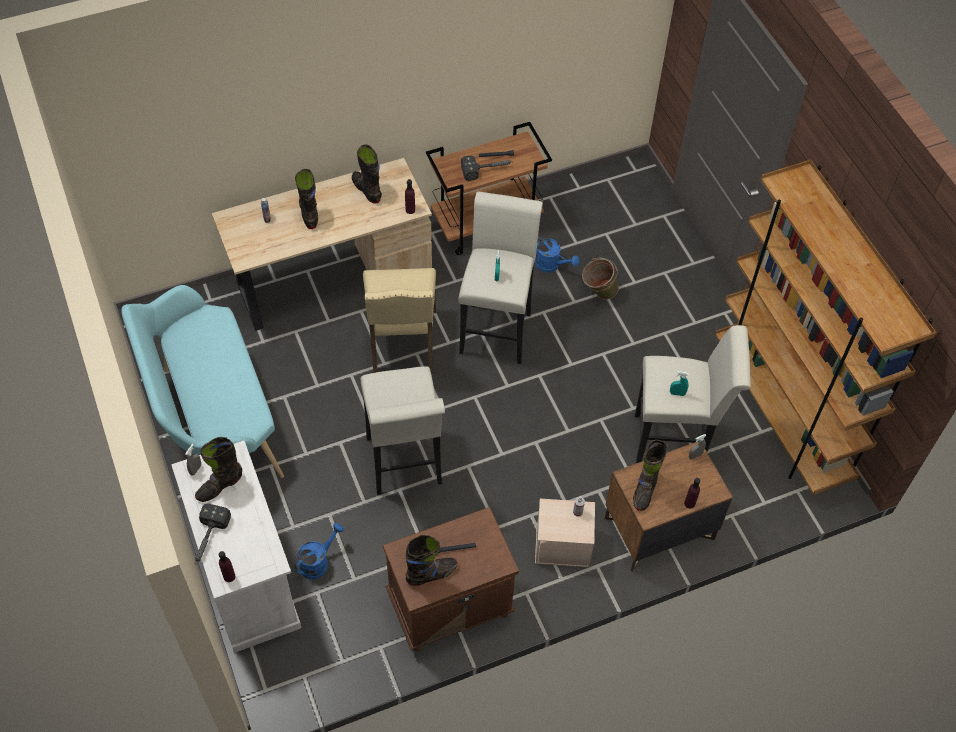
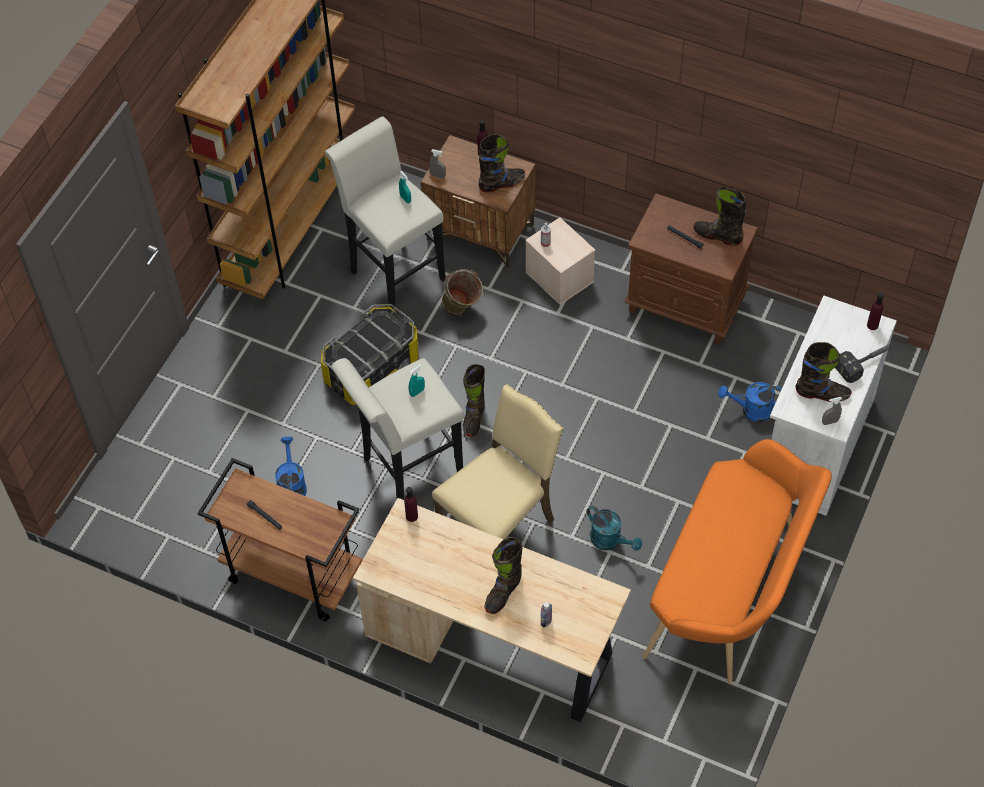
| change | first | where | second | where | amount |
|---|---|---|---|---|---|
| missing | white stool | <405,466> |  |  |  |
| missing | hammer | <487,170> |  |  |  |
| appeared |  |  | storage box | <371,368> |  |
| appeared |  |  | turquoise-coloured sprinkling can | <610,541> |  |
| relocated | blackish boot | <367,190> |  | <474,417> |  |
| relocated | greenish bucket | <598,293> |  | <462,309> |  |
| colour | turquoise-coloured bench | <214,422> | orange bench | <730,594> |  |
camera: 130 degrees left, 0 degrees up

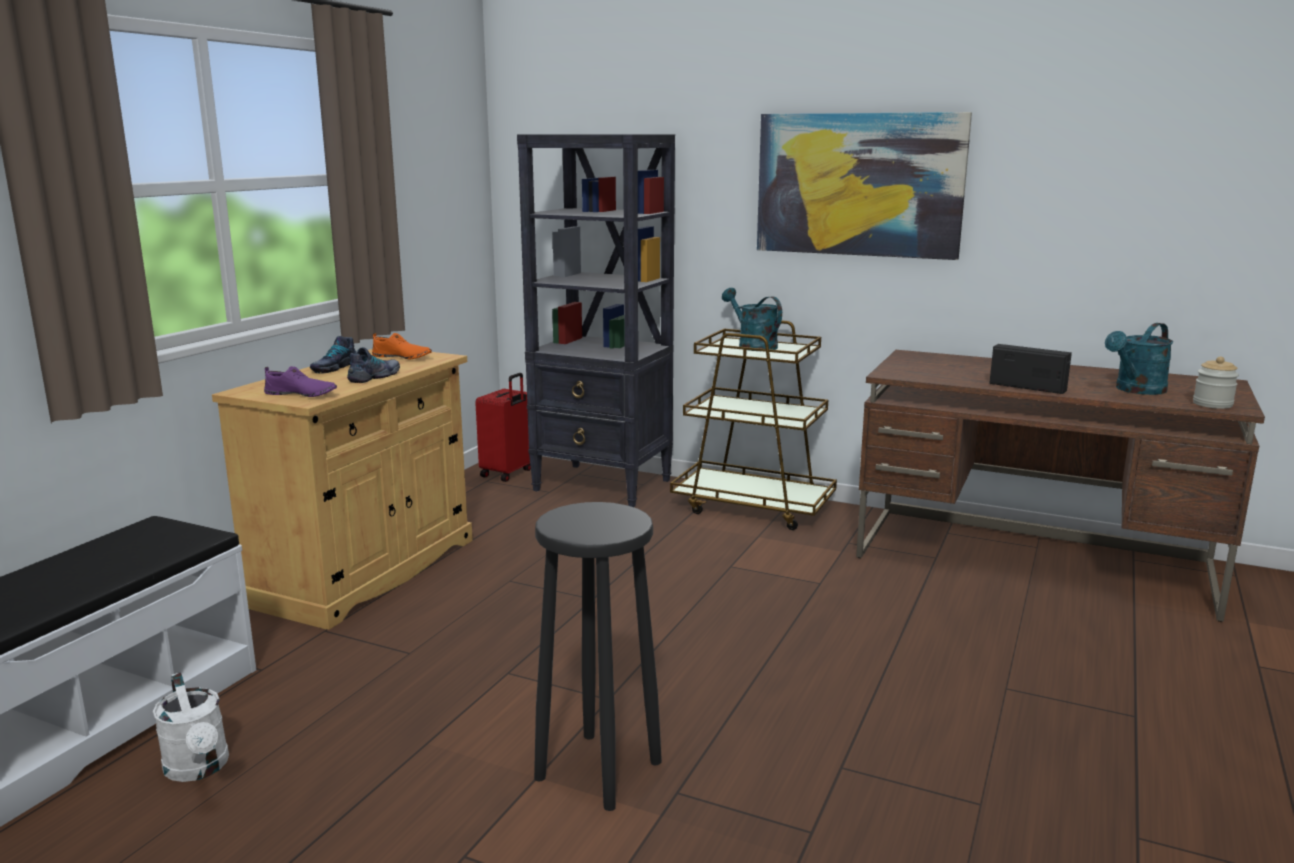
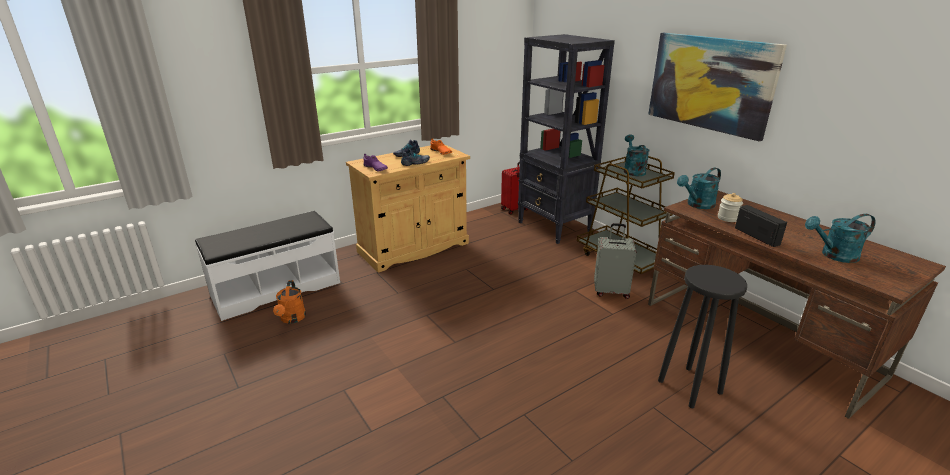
| change | first | where | second | where | amount |
|---|---|---|---|---|---|
| appeared |  |  | grey travel case | <611,291> |  |
| appeared |  |  | turquoise-coloured sprinkling can | <697,205> |  |
| relocated | blackish stool | <597,769> |  | <689,386> |  |
| relocated | preserve jar | <1212,404> |  | <727,218> |  |
| colour | white sprinkling can | <199,769> | orange sprinkling can | <292,319> |  |
camera: 30 degrees right, 10 degrees up

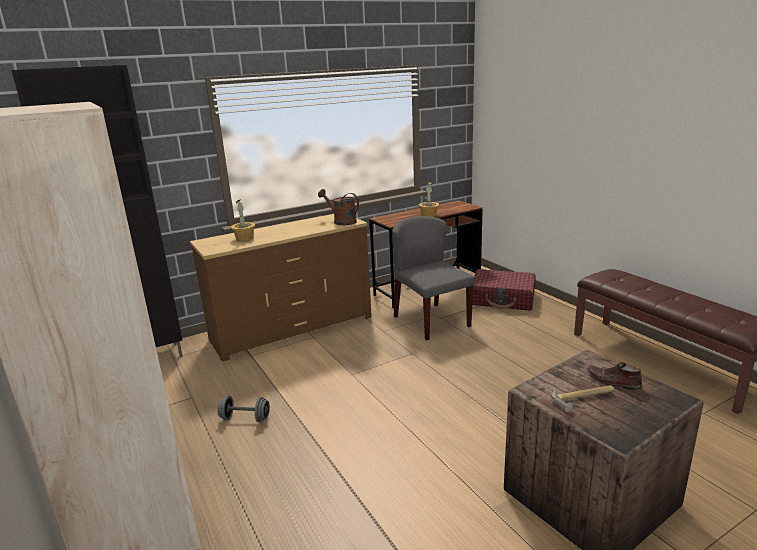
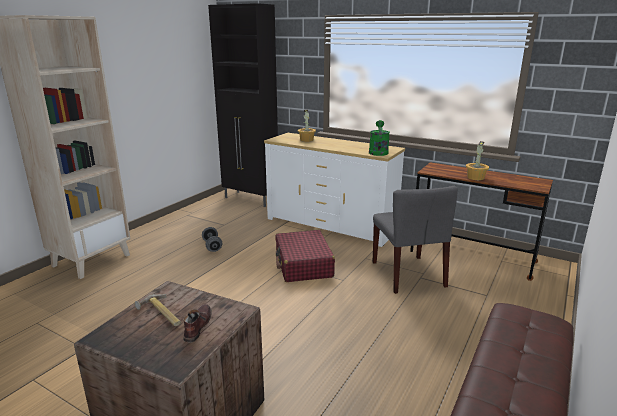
| change | first | where | second | where | amount |
|---|---|---|---|---|---|
| relocated | reddish travel case | <503,299> |  | <303,265> |  |
| colour | brown drawer chest | <292,328> | white drawer chest | <331,225> |  |
| colour | brown sprinkling can | <341,221> | greenish sprinkling can | <378,151> |  |
| spun | grey plain chair | <431,321> |  | <408,274> | 135 degrees clockwise |
camera: 60 degrees right, 0 degrees up

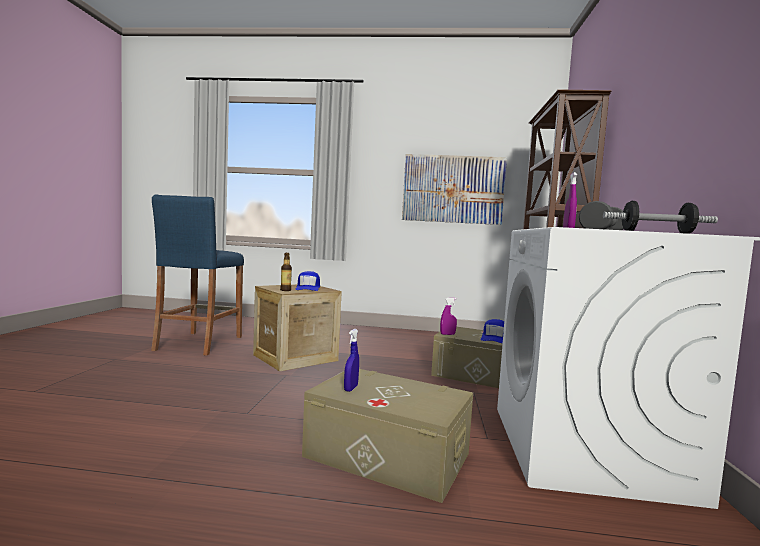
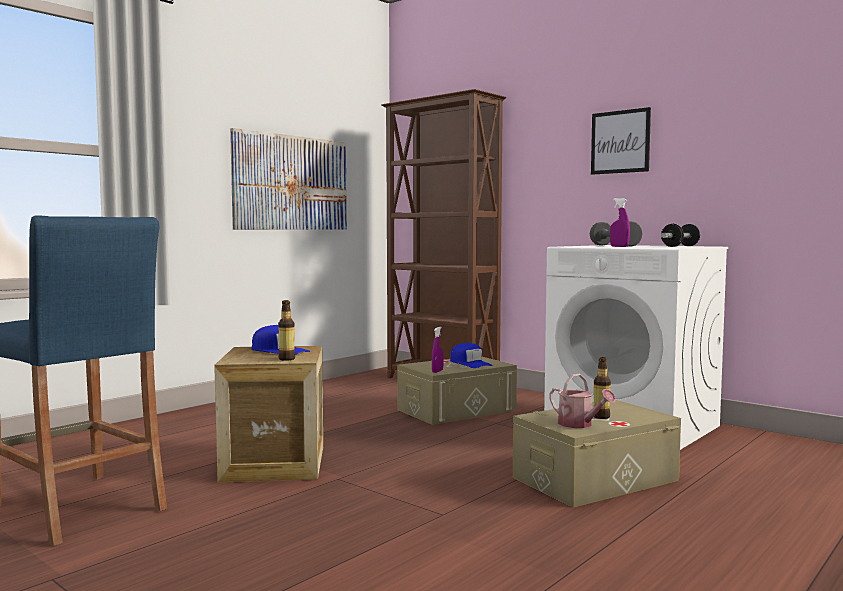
| change | first | where | second | where | amount |
|---|---|---|---|---|---|
| appeared |  |  | picture | <620,142> |  |
| appeared |  |  | drink bottle | <601,417> |  |
| exchanged | blue hand sprayer | <351,388> | sprinkling can | <579,424> |  |
camera: 55 degrees left, 0 degrees up

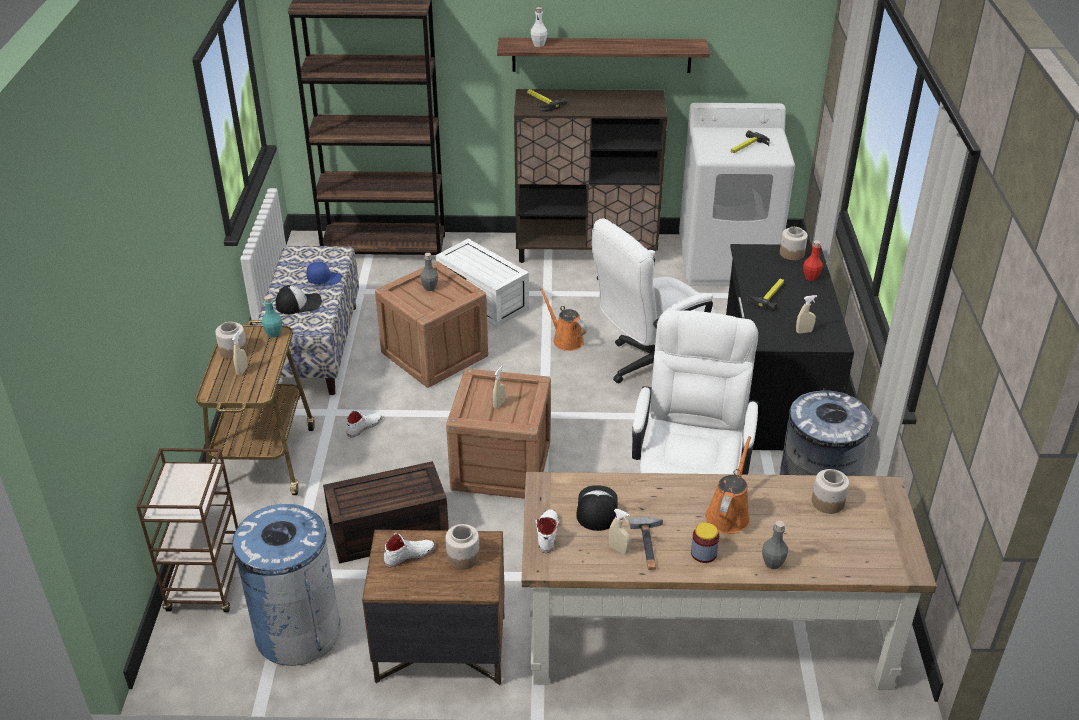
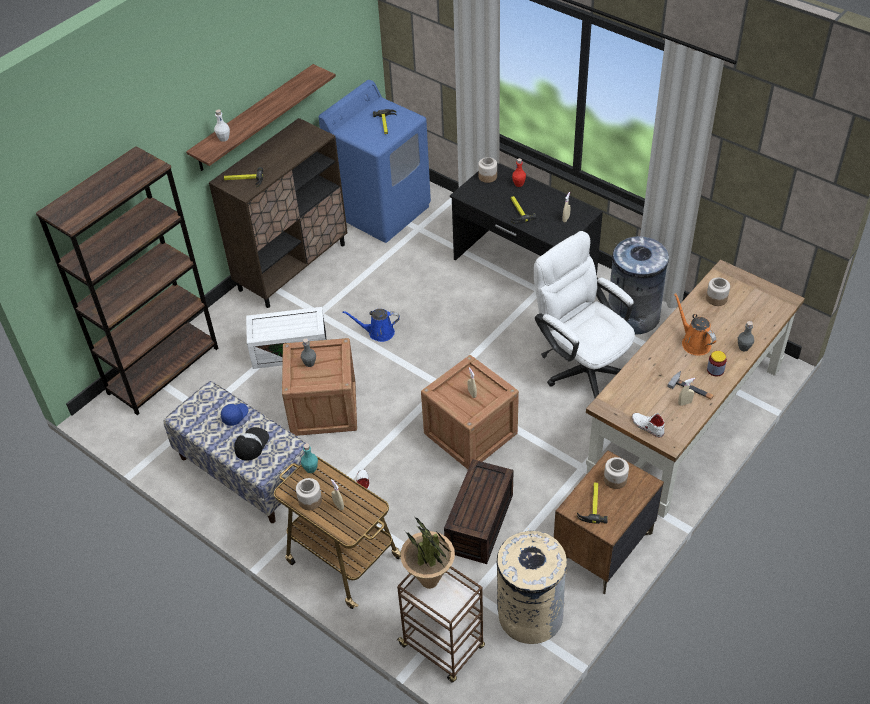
| change | first | where | second | where | amount |
|---|---|---|---|---|---|
| missing | baseball cap | <596,508> |  |  |  |
| missing | white desk chair | <650,367> |  |  |  |
| appeared |  |  | houseplant | <430,581> |  |
| exchanged | white shoe | <409,555> | hammer | <592,504> |  |
| colour | blue trash can | <298,631> | sand-coloured trash can | <529,615> |  |
| colour | orange sprinkling can | <565,339> | blue sprinkling can | <378,333> |  |
| colour | white laundry appliance | <727,262> | blue laundry appliance | <381,210> |  |
camera: 50 degrees left, 10 degrees up

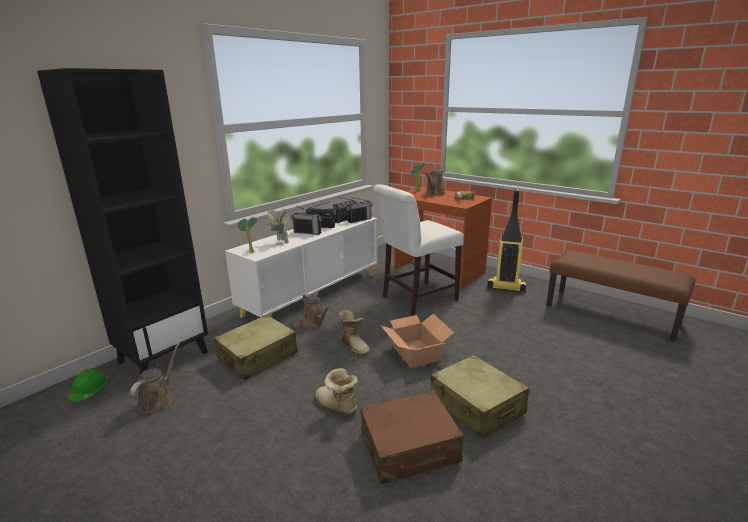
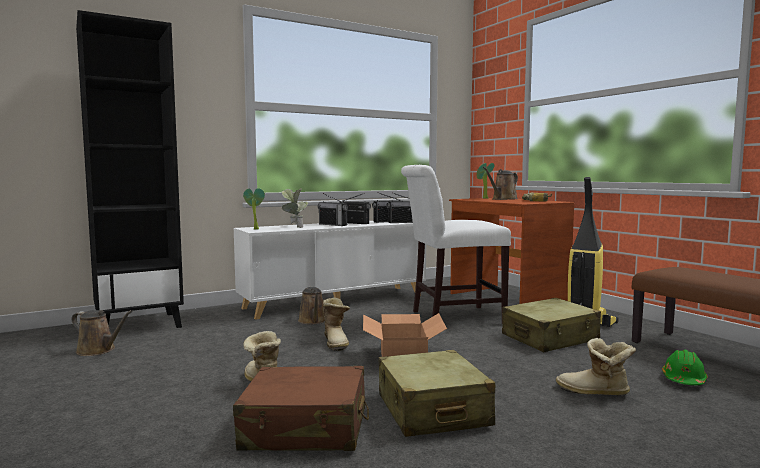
| change | first | where | second | where | amount |
|---|---|---|---|---|---|
| appeared |  |  | boot | <594,393> |  |
| relocated | greenish work helmet | <90,391> |  | <683,380> |  |
| relocated | sand-coloured travel case | <258,356> |  | <550,338> |  |
| spun | brown sprinkling can | <158,400> |  | <98,350> | 75 degrees clockwise |
camera: 20 degrees right, 15 degrees down

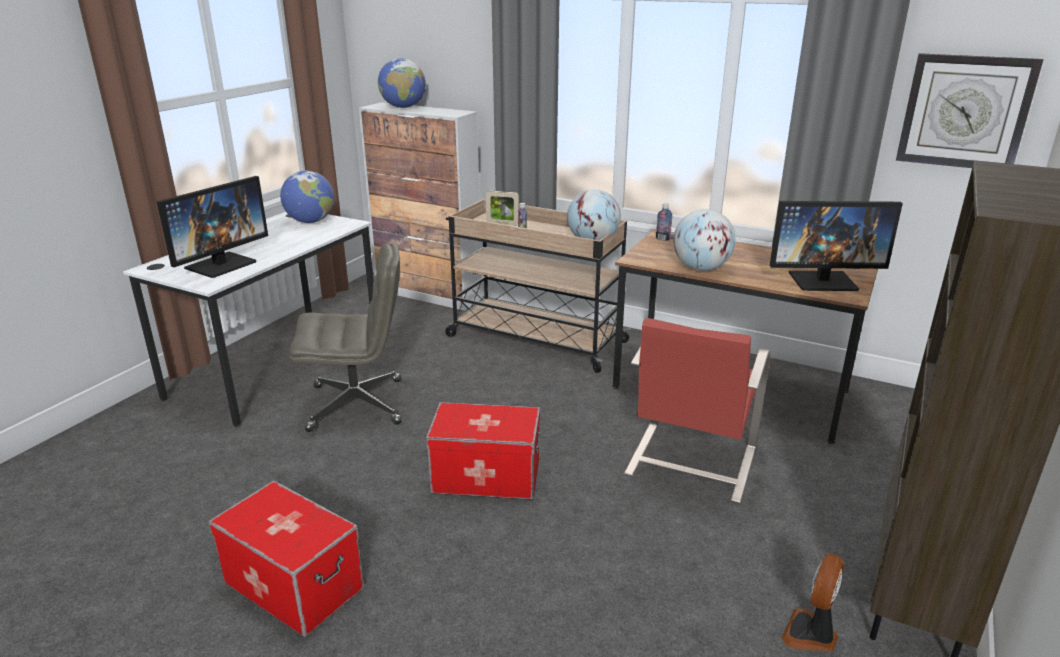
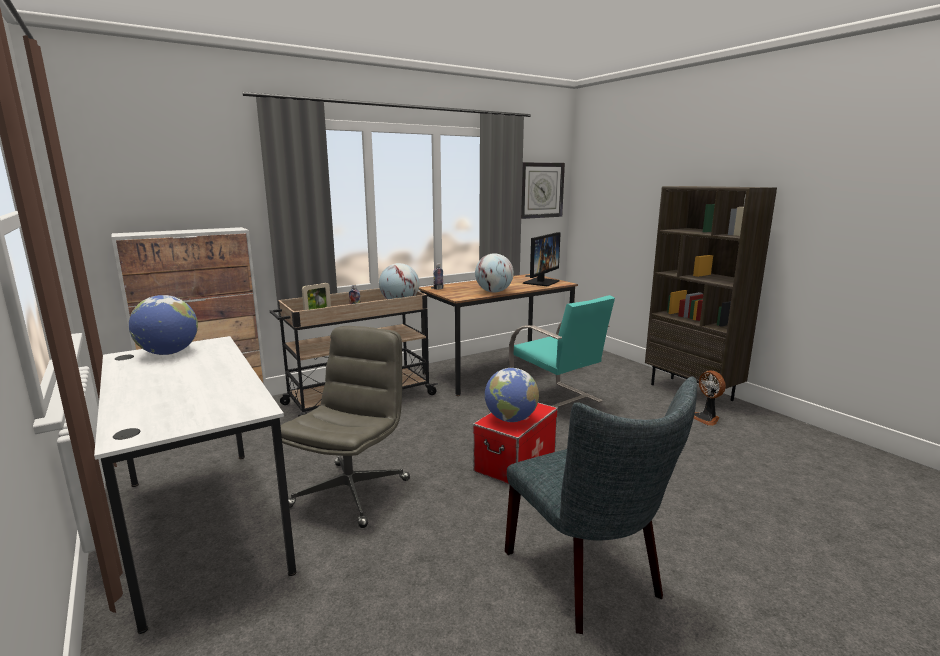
| change | first | where | second | where | amount |
|---|---|---|---|---|---|
| missing | monitor | <221,265> |  |  |  |
| relocated | desk globe | <403,107> |  | <511,419> |  |
| exchanged | storage box | <293,585> | grey plain chair | <588,578> |  |
| colour | reddish plain chair | <689,463> | turquoise-coloured plain chair | <557,401> |  |
camera: 60 degrees left, 10 degrees down

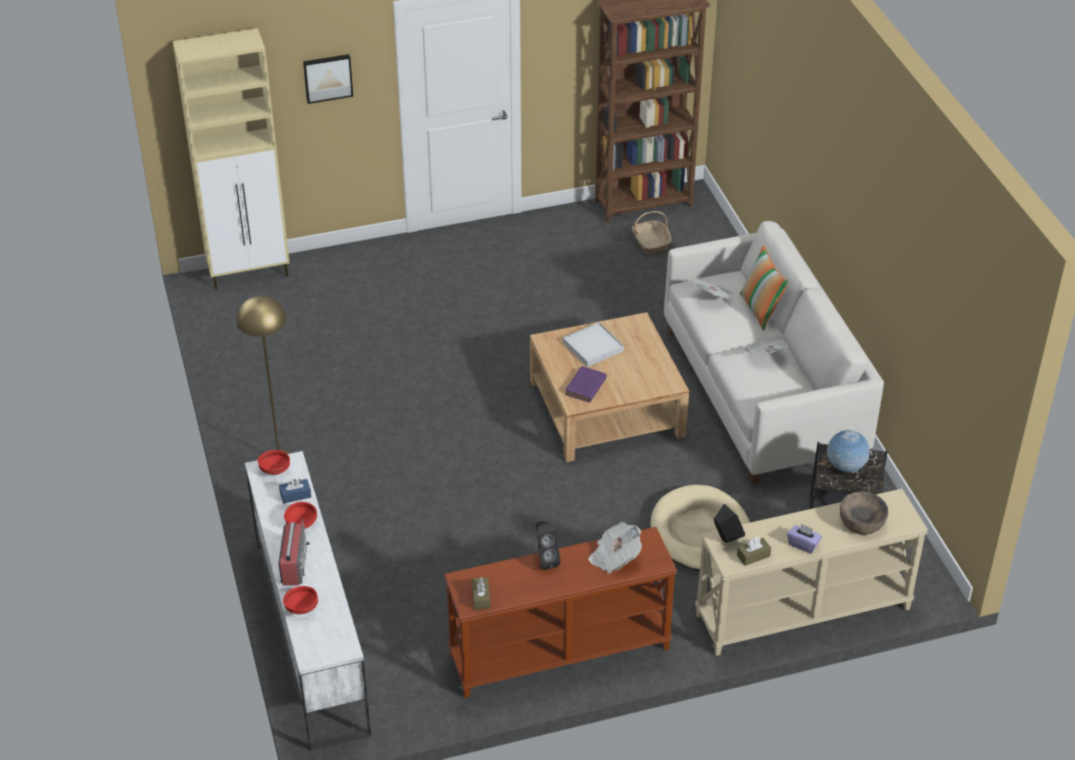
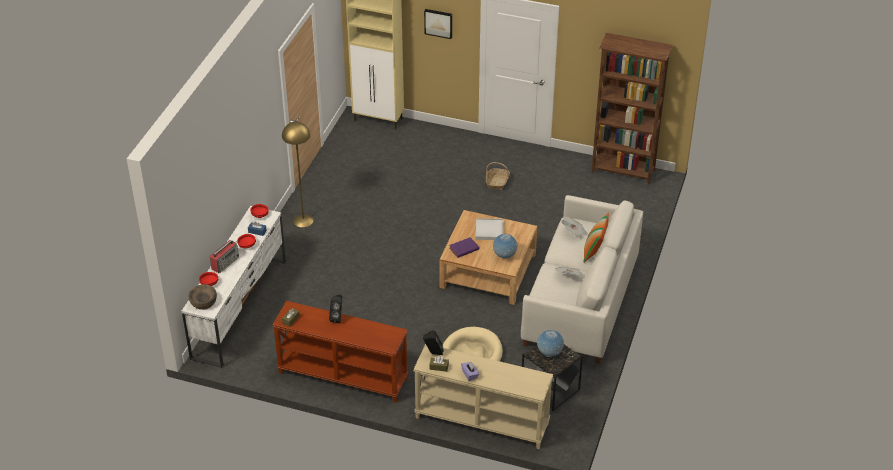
| change | first | where | second | where | amount |
|---|---|---|---|---|---|
| missing | newspaper | <614,557> |  |  |  |
| appeared |  |  | desk globe | <504,256> |  |
| relocated | basket | <650,242> |  | <497,182> |  |
| relocated | brown bowl | <862,522> |  | <203,302> |  |
camera: 35 degrees right, 0 degrees up

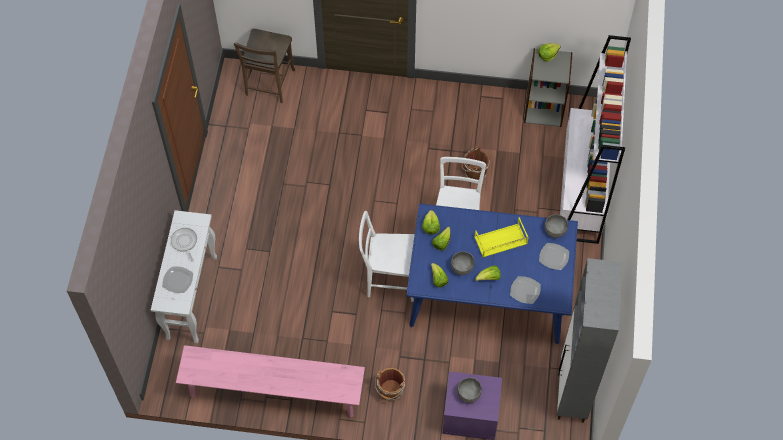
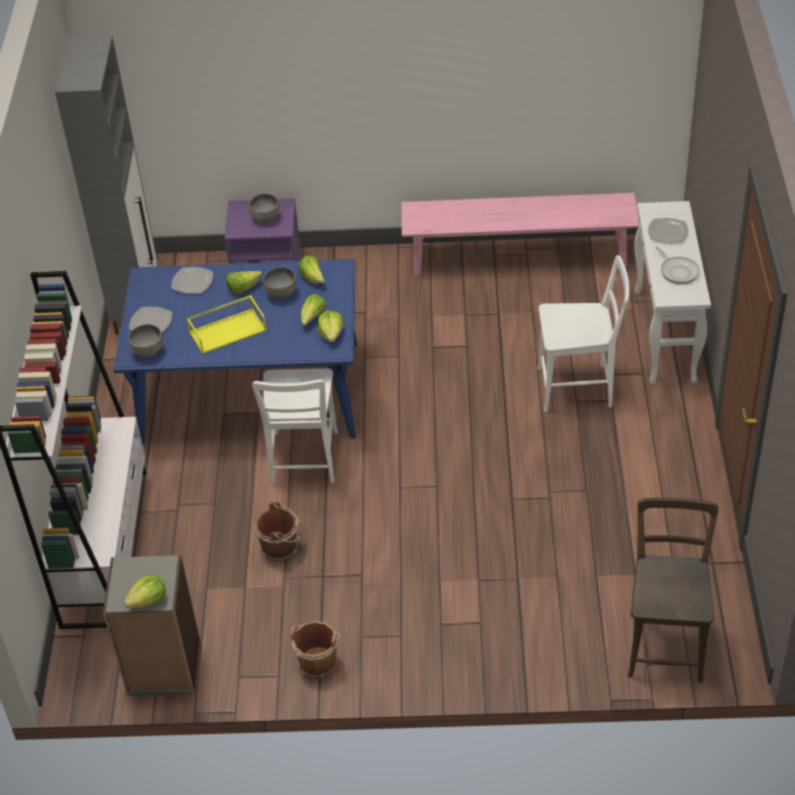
| change | first | where | second | where | amount |
|---|---|---|---|---|---|
| relocated | white plain chair | <388,280> |  | <580,387> |  |
| relocated | brown bucket | <390,391> |  | <318,661> |  |
camera: 175 degrees right, 15 degrees down

